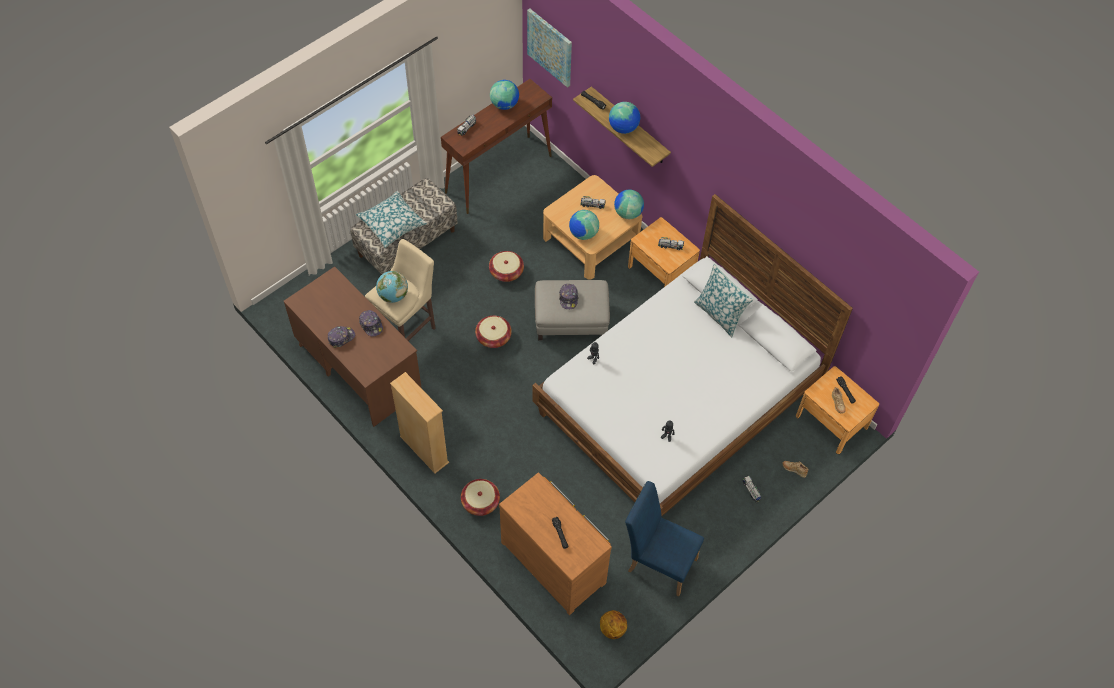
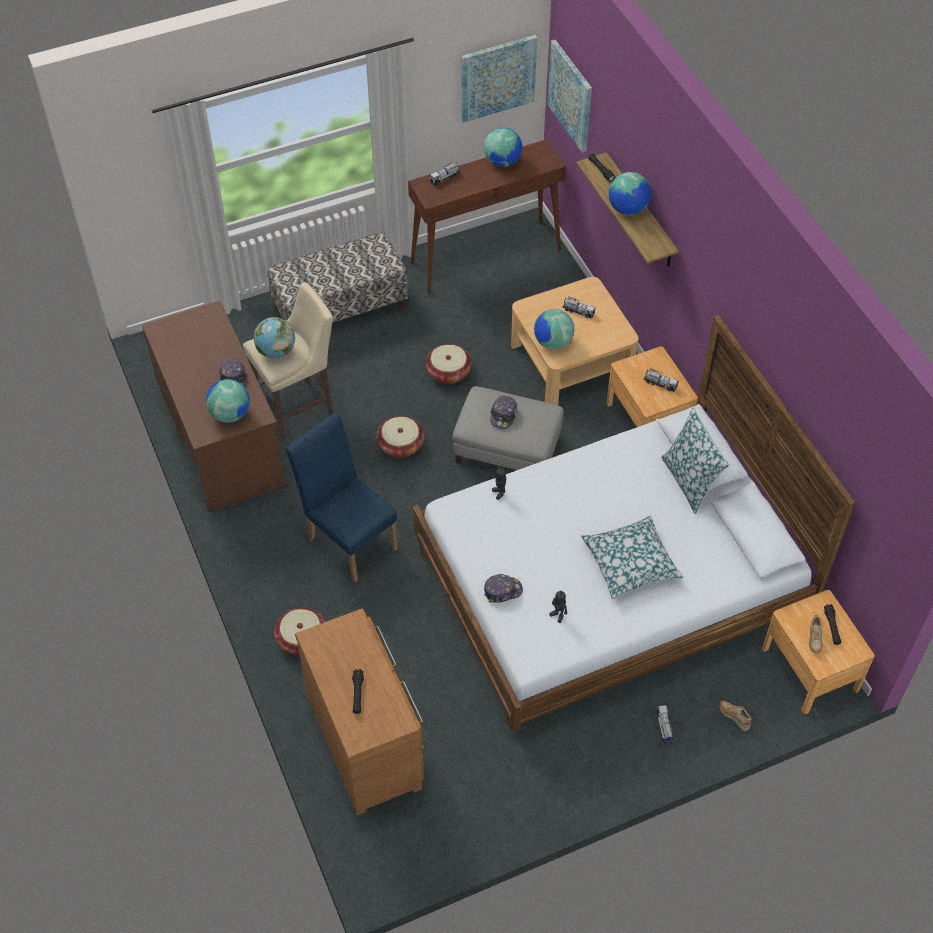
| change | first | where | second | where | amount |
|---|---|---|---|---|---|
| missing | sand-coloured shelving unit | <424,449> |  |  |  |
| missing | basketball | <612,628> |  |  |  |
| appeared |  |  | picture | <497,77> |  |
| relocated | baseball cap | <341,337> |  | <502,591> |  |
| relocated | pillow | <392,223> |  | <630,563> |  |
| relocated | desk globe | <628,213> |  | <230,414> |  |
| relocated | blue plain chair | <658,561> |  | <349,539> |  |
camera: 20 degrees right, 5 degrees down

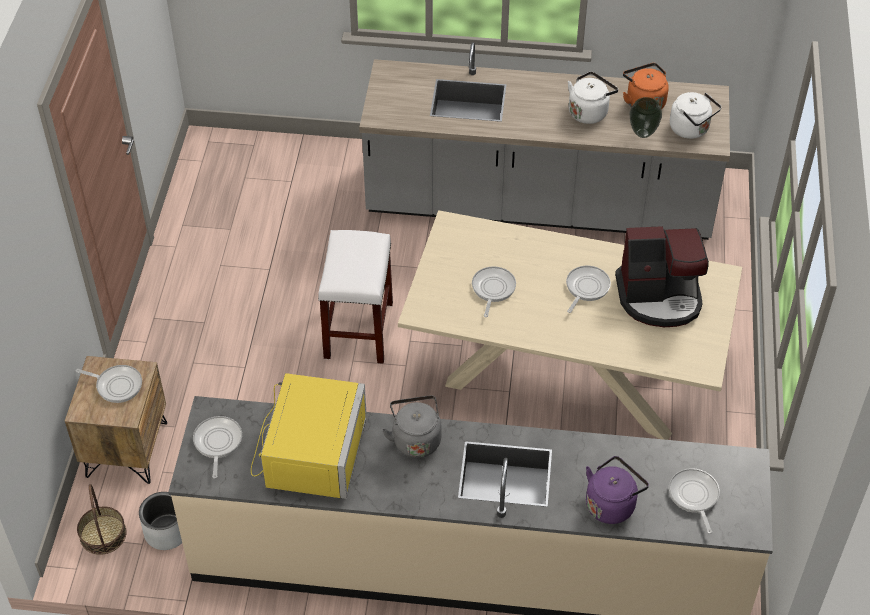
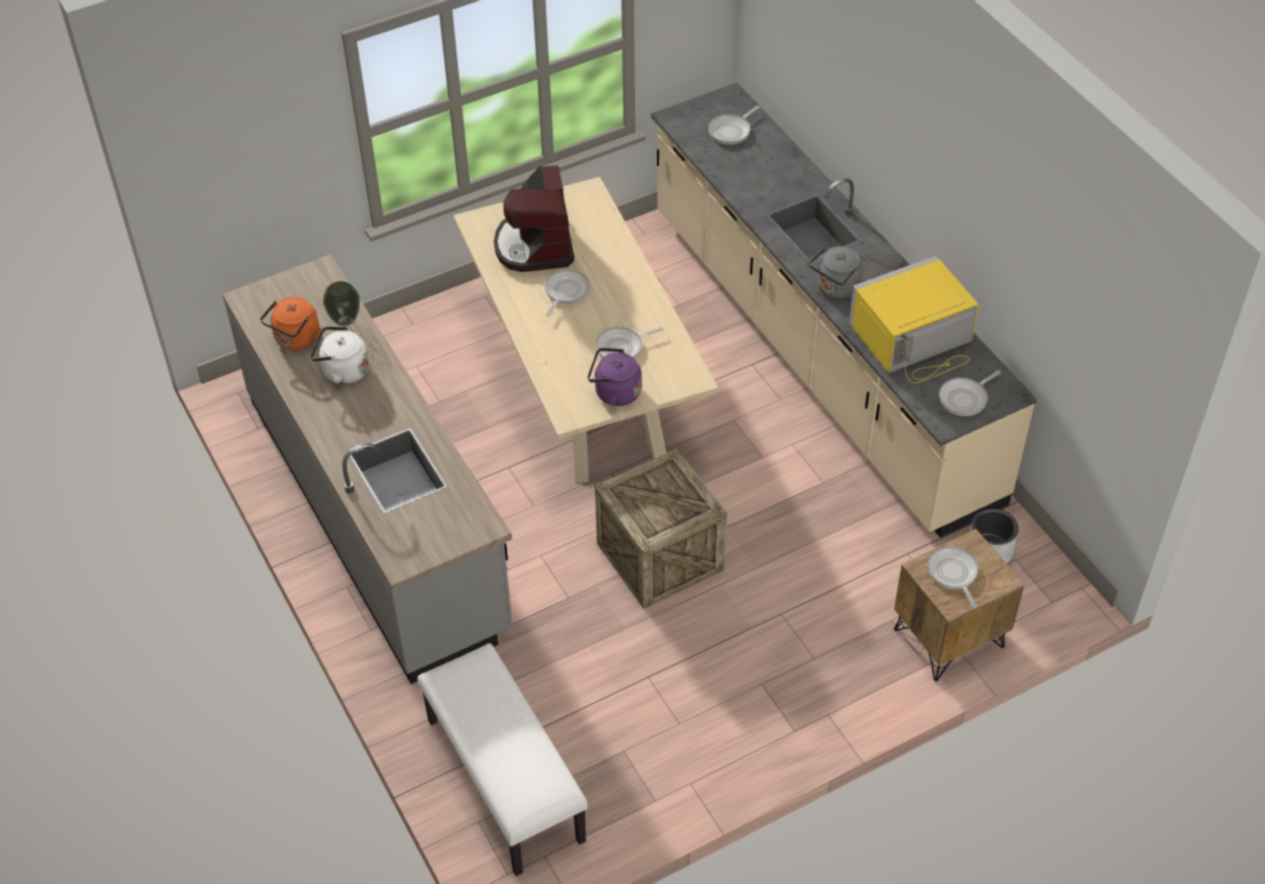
| change | first | where | second | where | amount |
|---|---|---|---|---|---|
| missing | basket | <103,534> |  |  |  |
| missing | white tea kettle | <691,129> |  |  |  |
| appeared |  |  | white bench | <503,780> |  |
| relocated | purplish tea kettle | <612,504> |  | <614,393> |  |
| exchanged | white stool | <358,329> | shipping crate | <660,557> |  |
| spun | skillet | <586,288> |  | <565,292> | 120 degrees clockwise |
| spun | coffee brewer | <659,297> |  | <535,245> | 150 degrees counterclockwise |
camera: 125 degrees left, 0 degrees up

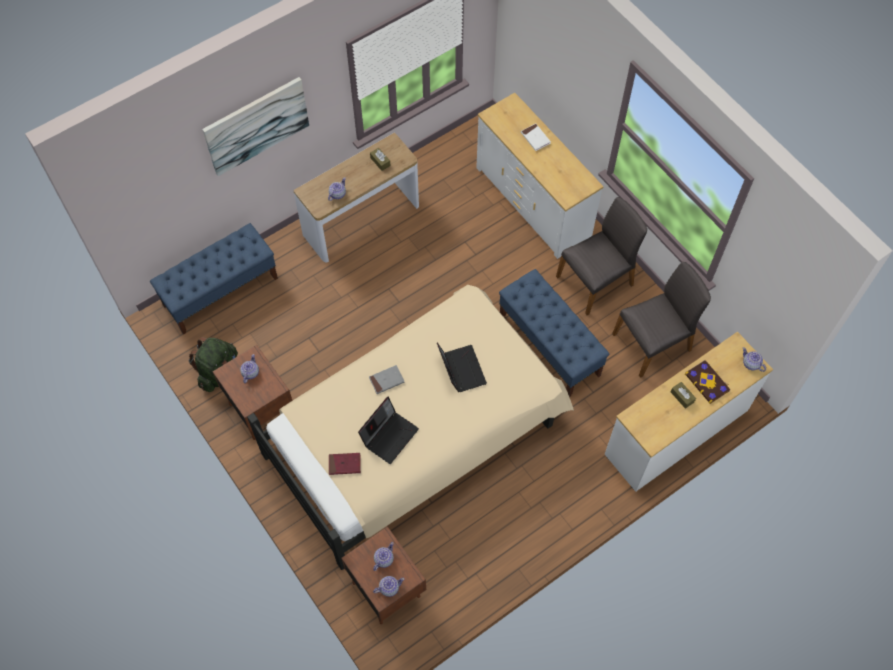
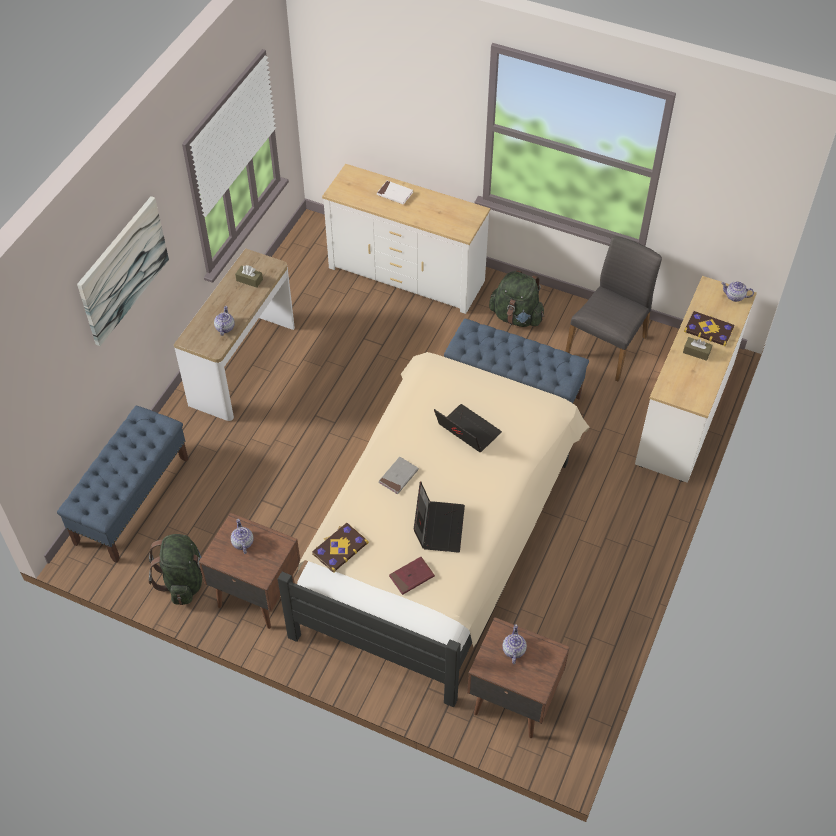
| change | first | where | second | where | amount |
|---|---|---|---|---|---|
| missing | tea pot | <389,588> |  |  |  |
| appeared |  |  | book | <339,548> |  |
| exchanged | grey plain chair | <596,281> | greenish knapsack | <516,317> |  |
camera: 30 degrees left, 10 degrees down

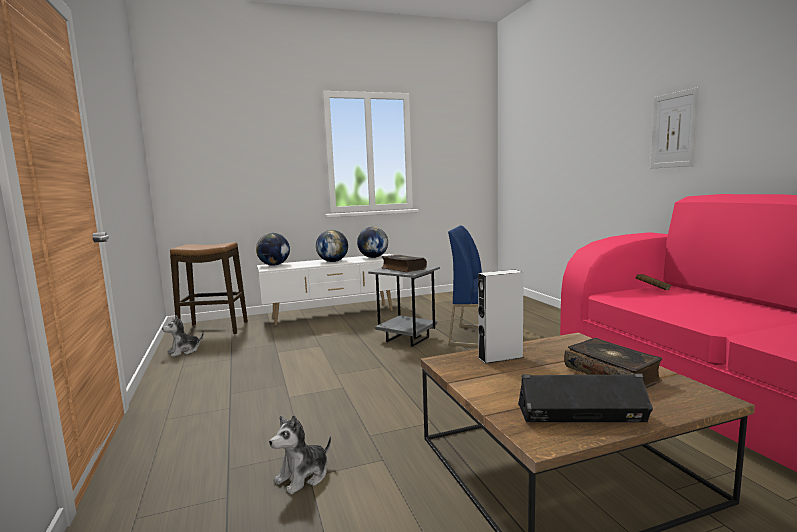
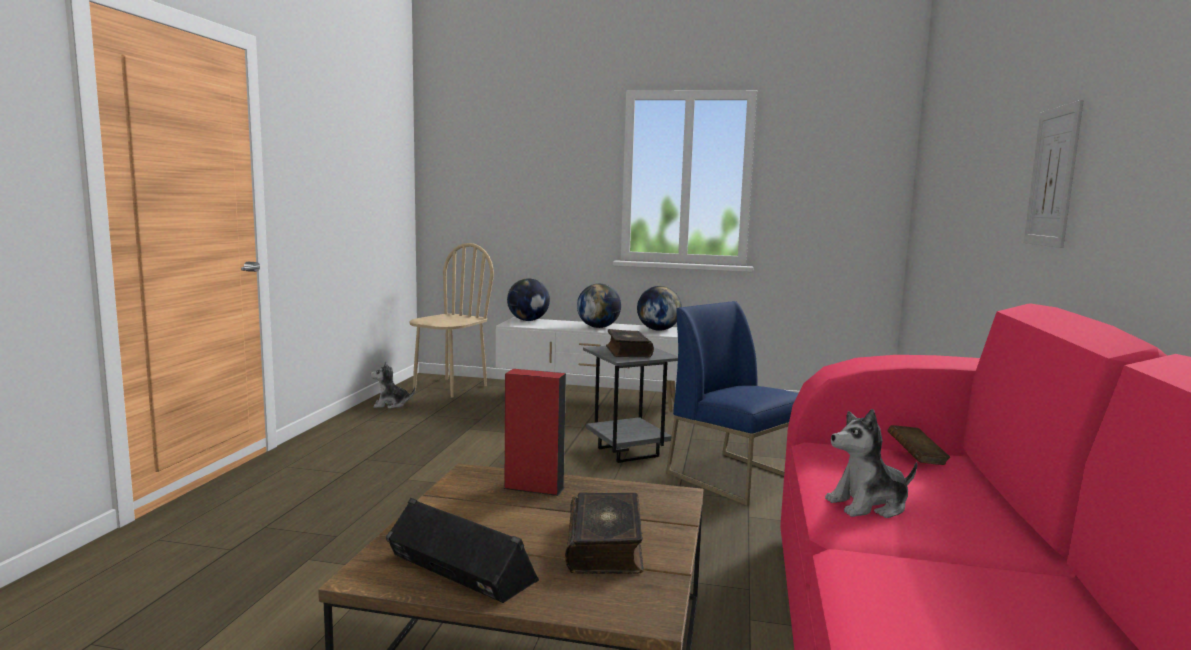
| change | first | where | second | where | amount |
|---|---|---|---|---|---|
| relocated | plush toy | <303,477> |  | <868,505> |  |
| exchanged | stool | <214,329> | sand-coloured plain chair | <450,388> |  |
| colour | grey audio speaker | <500,357> | reddish audio speaker | <534,487> |  |
camera: 30 degrees right, 0 degrees up

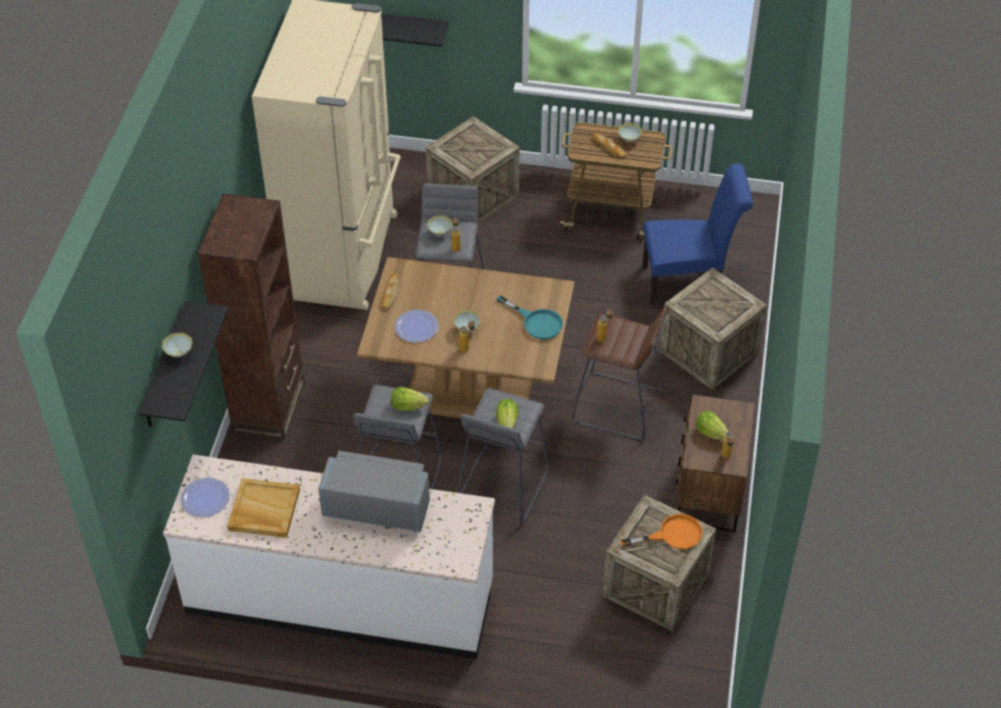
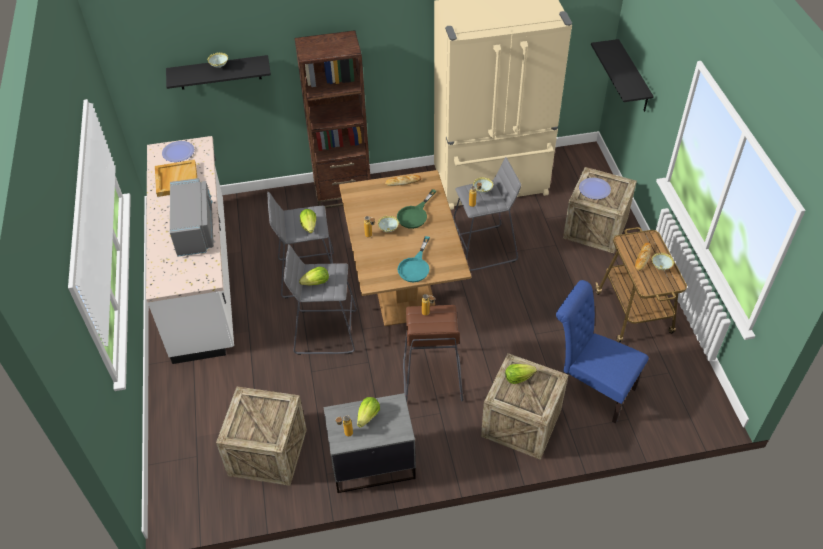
| change | first | where | second | where | amount |
|---|---|---|---|---|---|
| missing | orange skillet | <672,535> |  |  |  |
| appeared |  |  | greenish skillet | <415,215> |  |
| appeared |  |  | lettuce | <518,378> |  |
| relocated | dinner plate | <416,327> |  | <594,189> |  |
| colour | brown nightstand | <709,492> | grey nightstand | <372,463> |  |
| spun | blue plain chair | <688,282> |  | <590,387> | 150 degrees clockwise |
camera: 70 degrees right, 0 degrees up

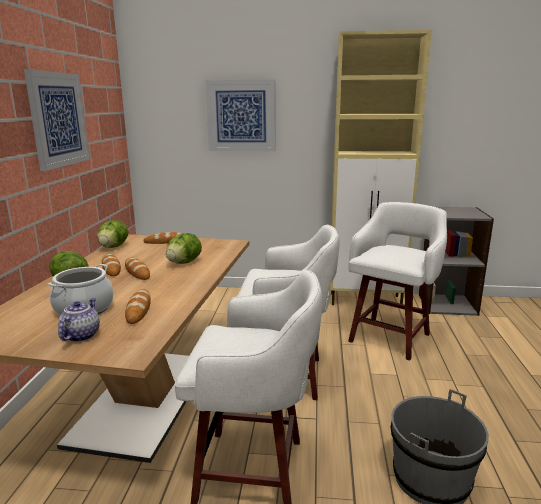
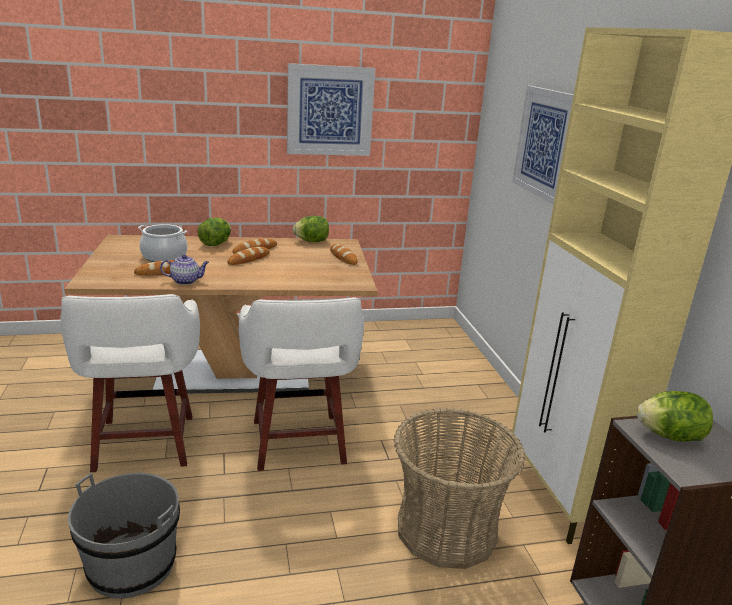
| change | first | where | second | where | amount |
|---|---|---|---|---|---|
| relocated | tea pot | <81,335> |  | <186,281> |  |
| relocated | lettuce | <184,263> |  | <670,436> |  |
| exchanged | white stool | <390,336> | basket | <447,530> |  |
camera: 70 degrees right, 5 degrees up

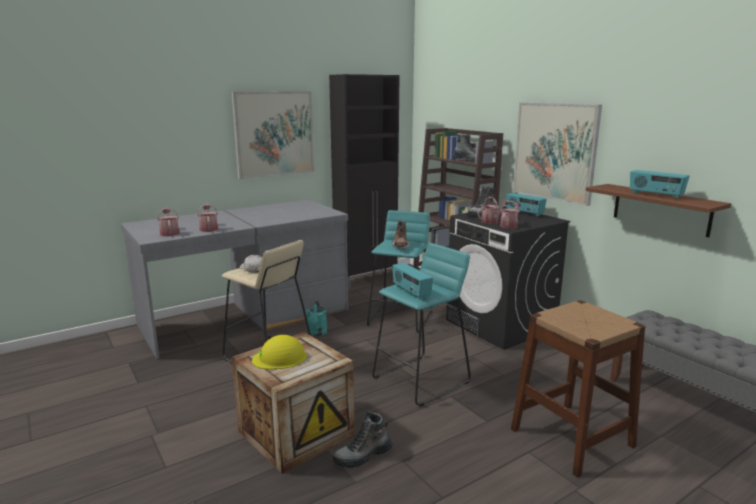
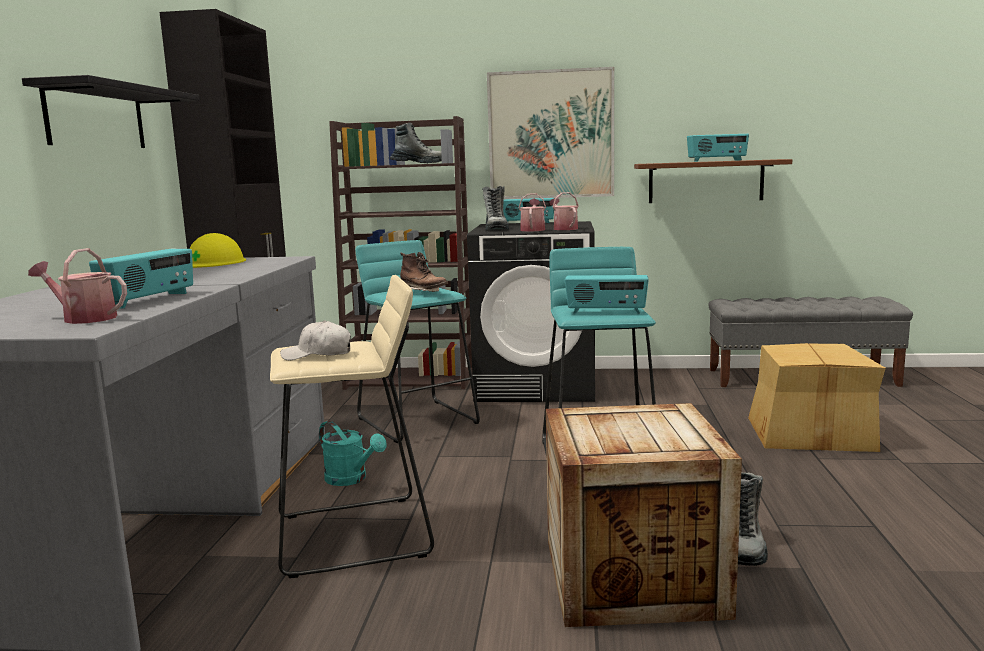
| change | first | where | second | where | amount |
|---|---|---|---|---|---|
| relocated | yellow-coloured work helmet | <280,358> |  | <213,262> |  |
| exchanged | sprinkling can | <208,229> | radio receiver | <150,300> |  |
| exchanged | picture | <274,134> | blackish bracket shelf | <96,118> |  |
| exchanged | brown stool | <572,437> | cardboard box | <809,433> |  |
camera: 50 degrees left, 5 degrees down

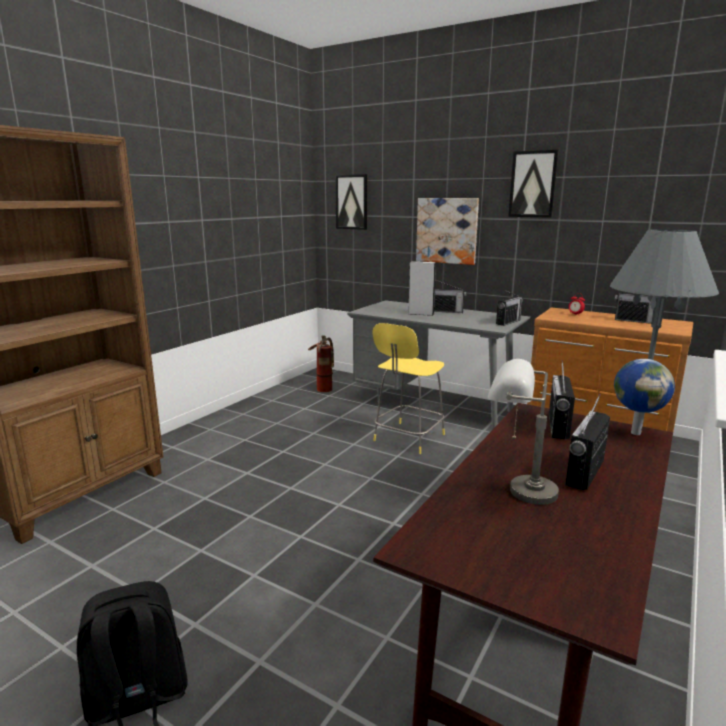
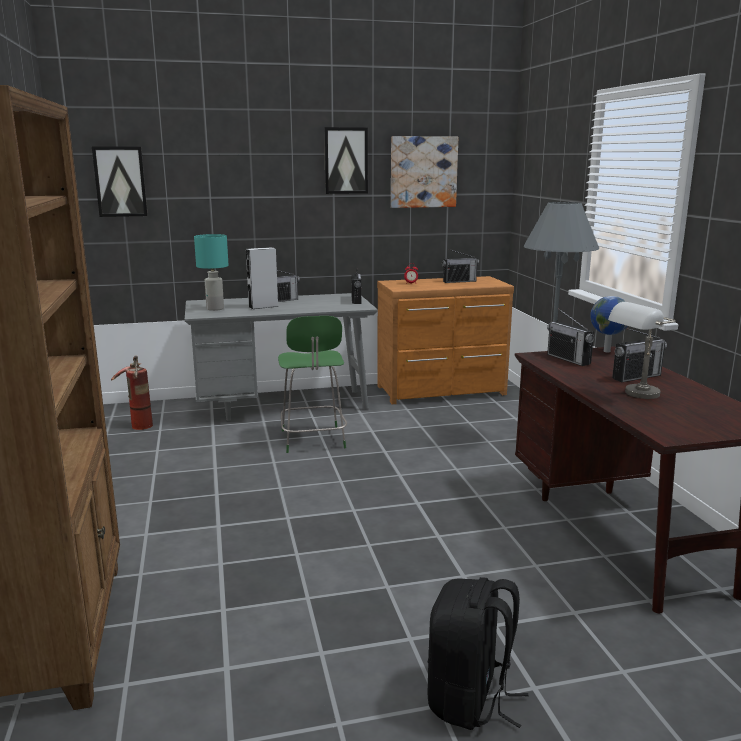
| change | first | where | second | where | amount |
|---|---|---|---|---|---|
| appeared |  |  | turquoise-coloured tabletop lamp | <215,309> |  |
| relocated | picture | <447,230> |  | <423,172> |  |
| colour | yellow-coloured stool | <407,438> | greenish stool | <313,440> |  |
| spun | radio receiver | <585,472> |  | <636,377> | 105 degrees counterclockwise |
camera: 45 degrees left, 0 degrees up

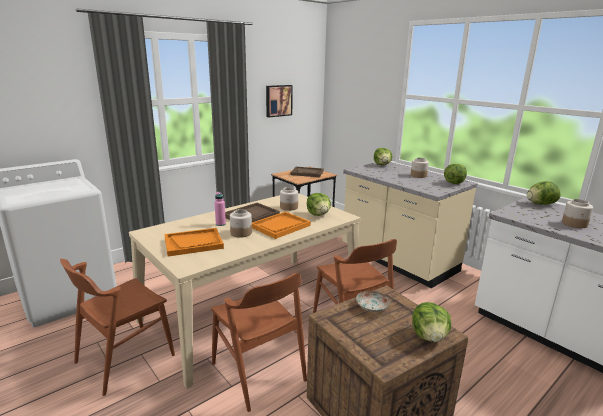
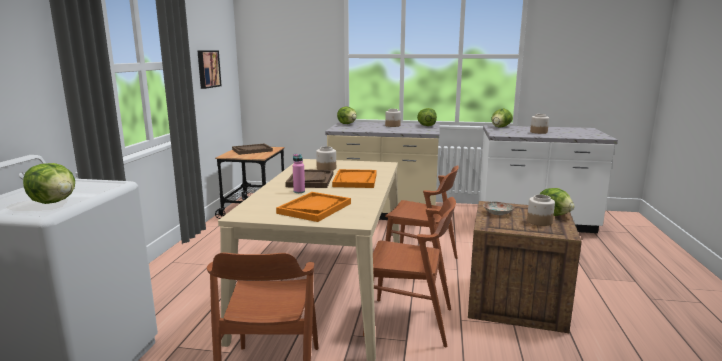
| change | first | where | second | where | amount |
|---|---|---|---|---|---|
| relocated | preserve jar | <241,233> |  | <539,222> |  |
| relocated | lettuce | <318,214> |  | <54,202> |  |
camera: 40 degrees left, 5 degrees down

